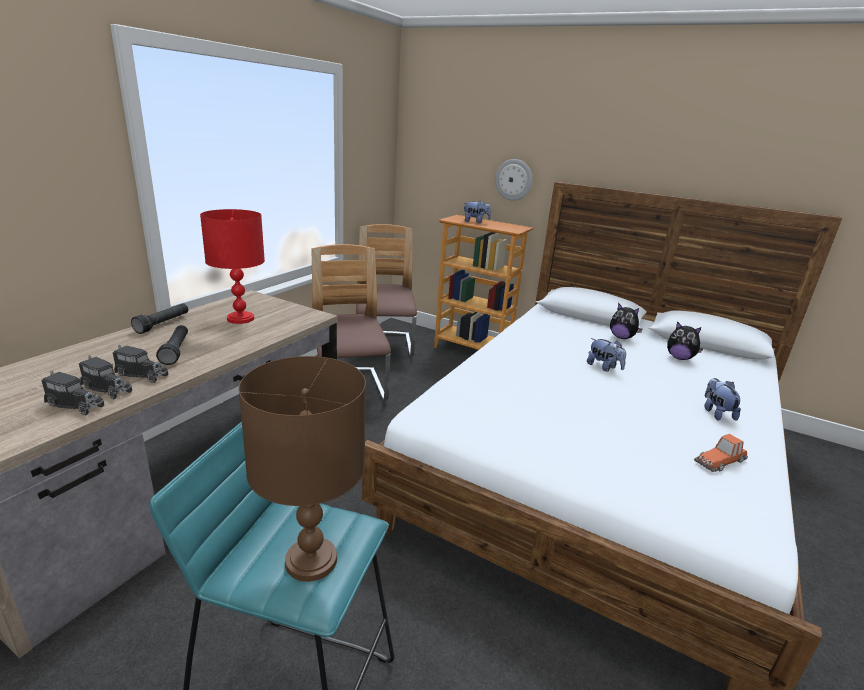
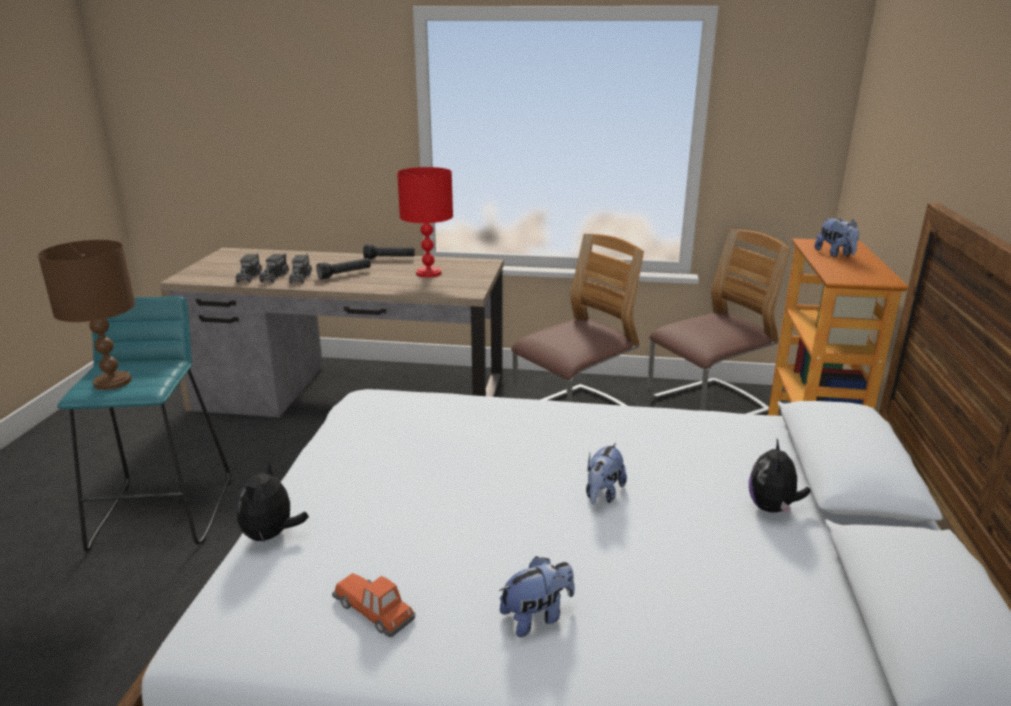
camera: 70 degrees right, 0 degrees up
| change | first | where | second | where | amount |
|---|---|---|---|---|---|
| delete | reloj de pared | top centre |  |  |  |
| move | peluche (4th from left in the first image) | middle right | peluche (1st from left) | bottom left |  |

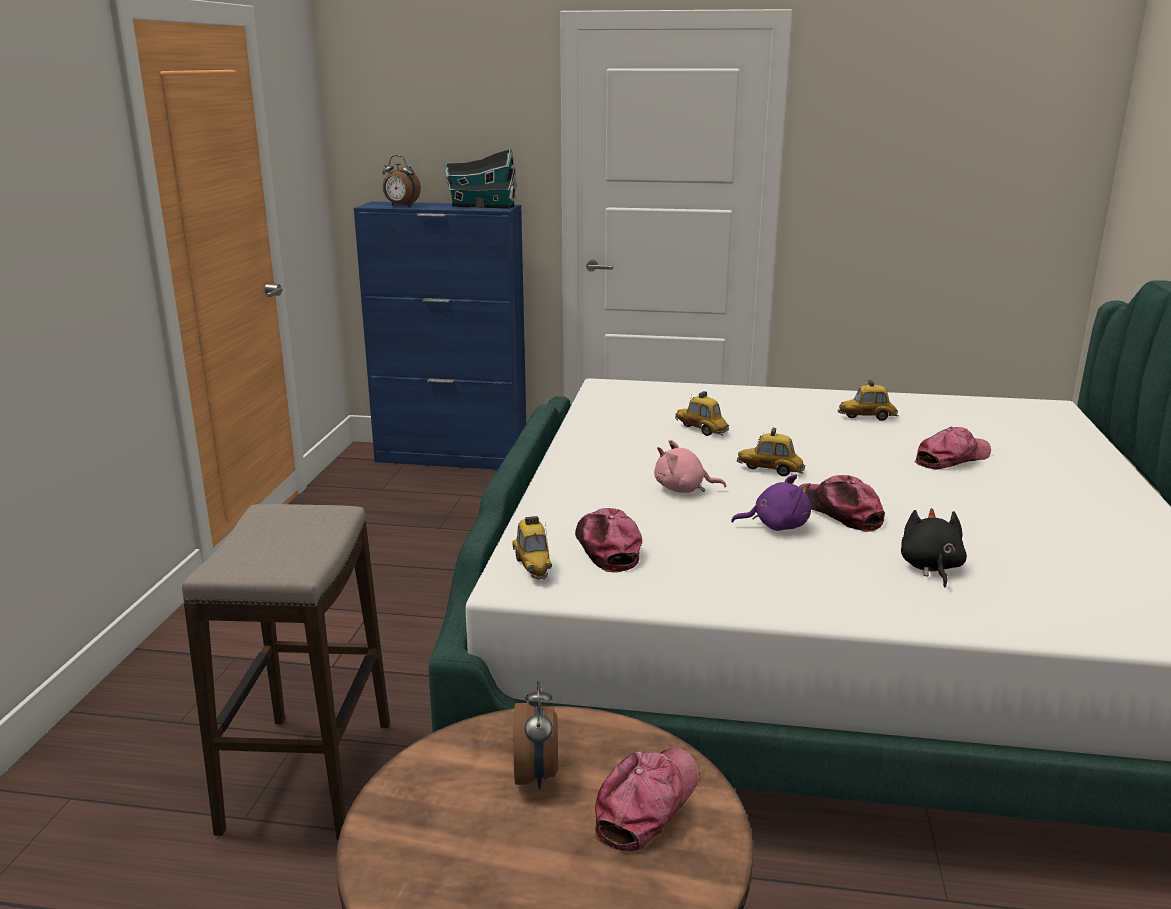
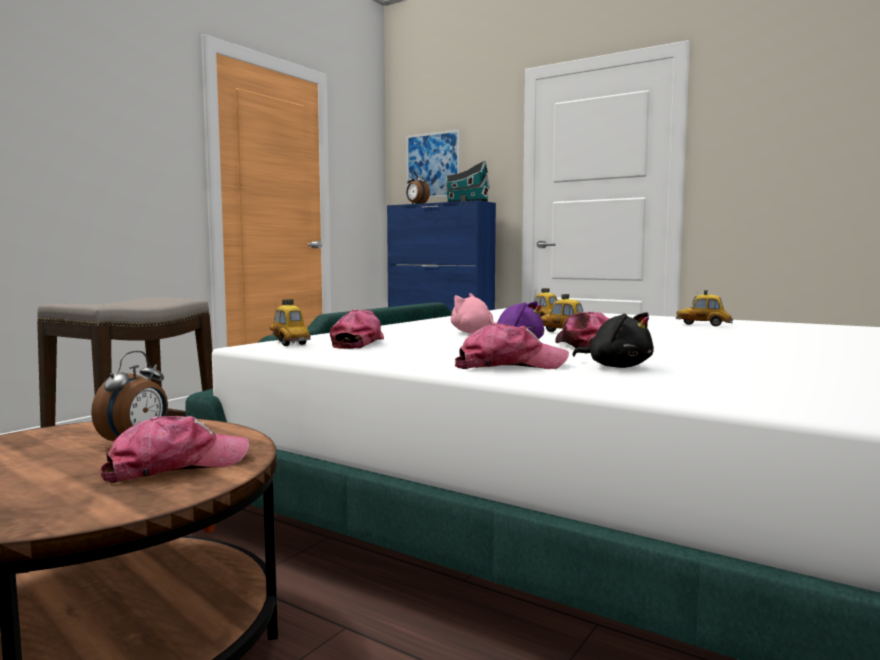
camera: 25 degrees right, 15 degrees down
| change | first | where | second | where | amount |
|---|---|---|---|---|---|
| move | gorra (4th from left in the first image) | middle right | gorra (3rd from left) | centre |  |
| rotate | peluche/negro | middle right |  | middle right | 105 degrees clockwise |
| rotate | coche de juguete (1st from left) | centre |  | middle left | 135 degrees clockwise |
| insert |  |  | cuadro | top centre |  |

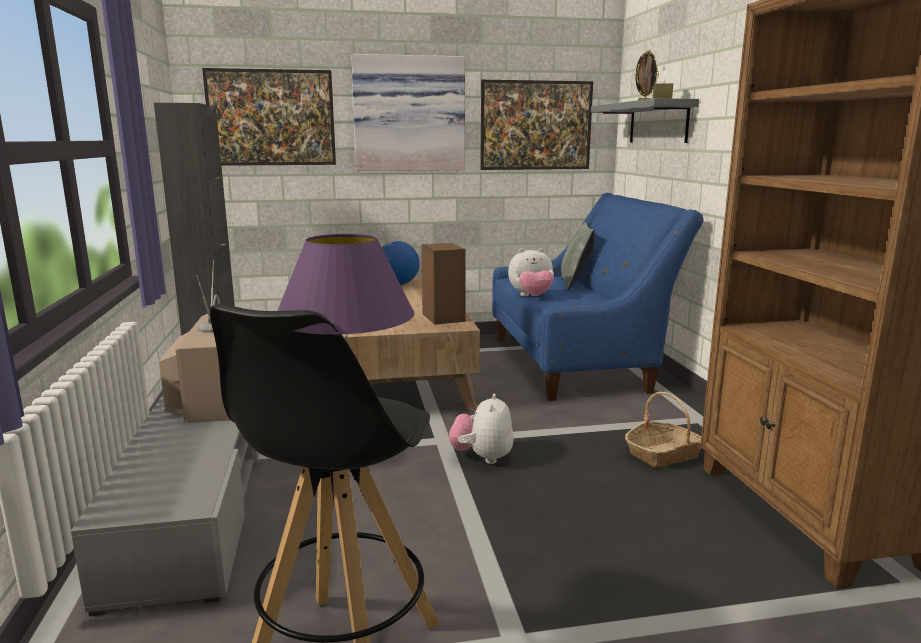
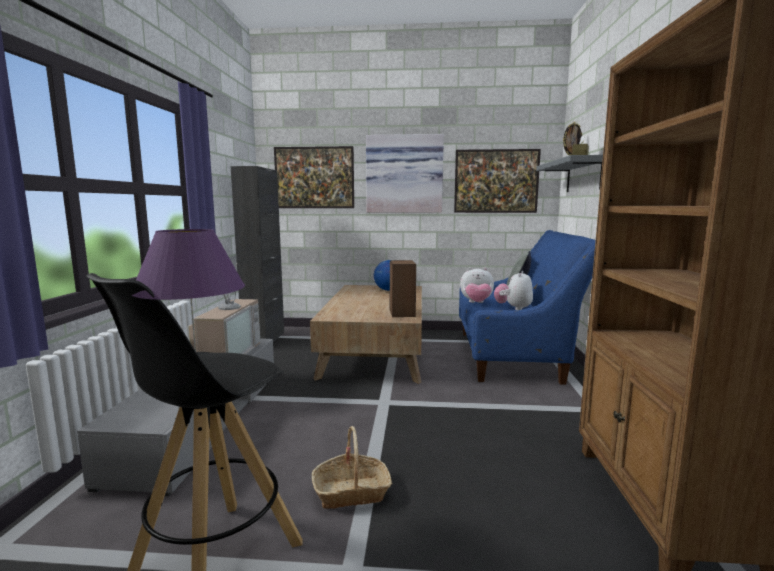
camera: 15 degrees right, 5 degrees down
| change | first | where | second | where | amount |
|---|---|---|---|---|---|
| move | cesta | bottom right |  | bottom centre |  |
| move | peluche (1st from left in the first image) | bottom centre | peluche (2nd from left) | centre |  |

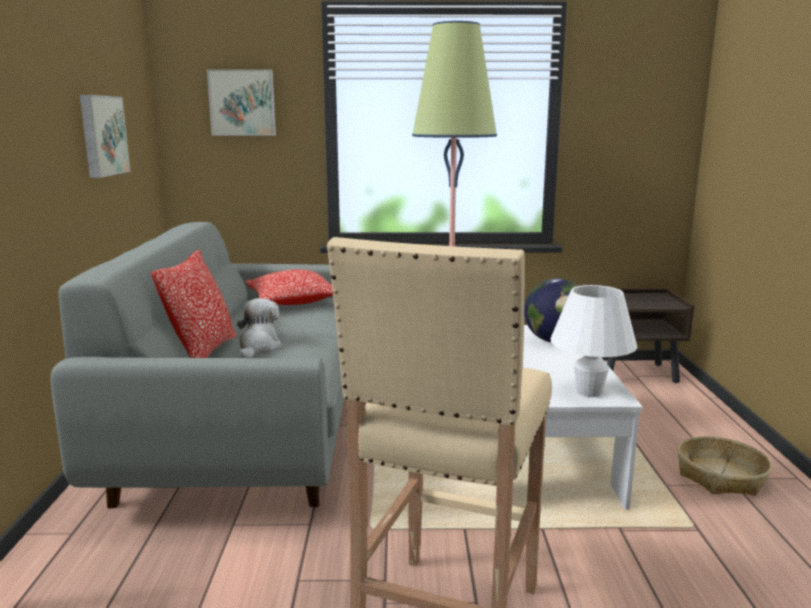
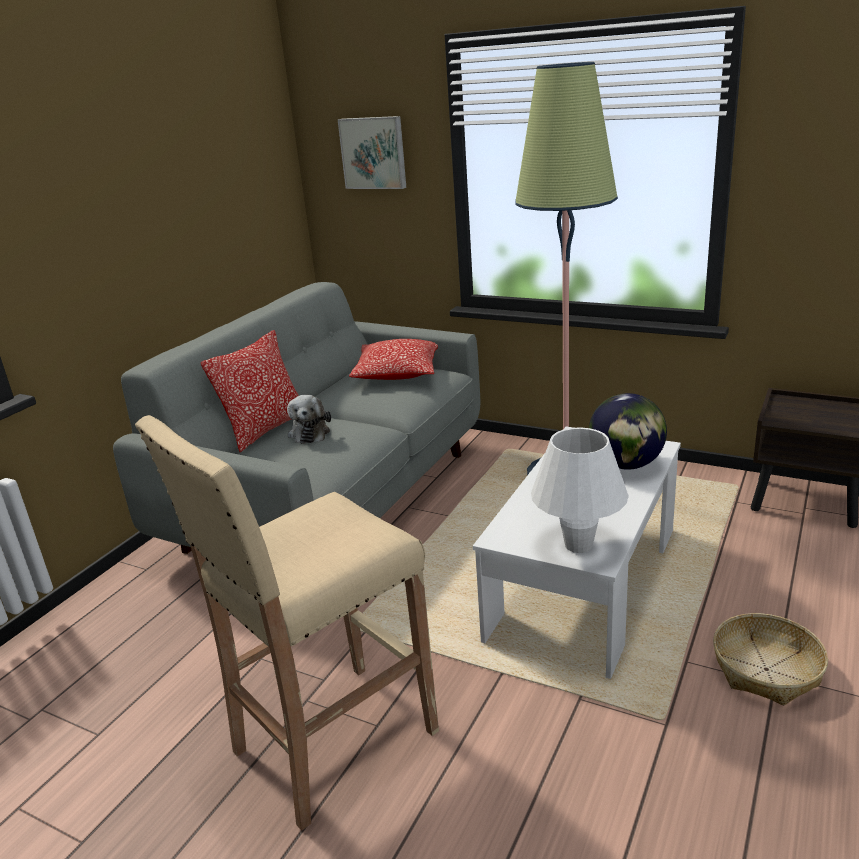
camera: 30 degrees right, 10 degrees up
| change | first | where | second | where | amount |
|---|---|---|---|---|---|
| delete | cuadro (1st from left) | top left |  |  |  |
| rotate | peluche | middle left |  | centre | 135 degrees clockwise |

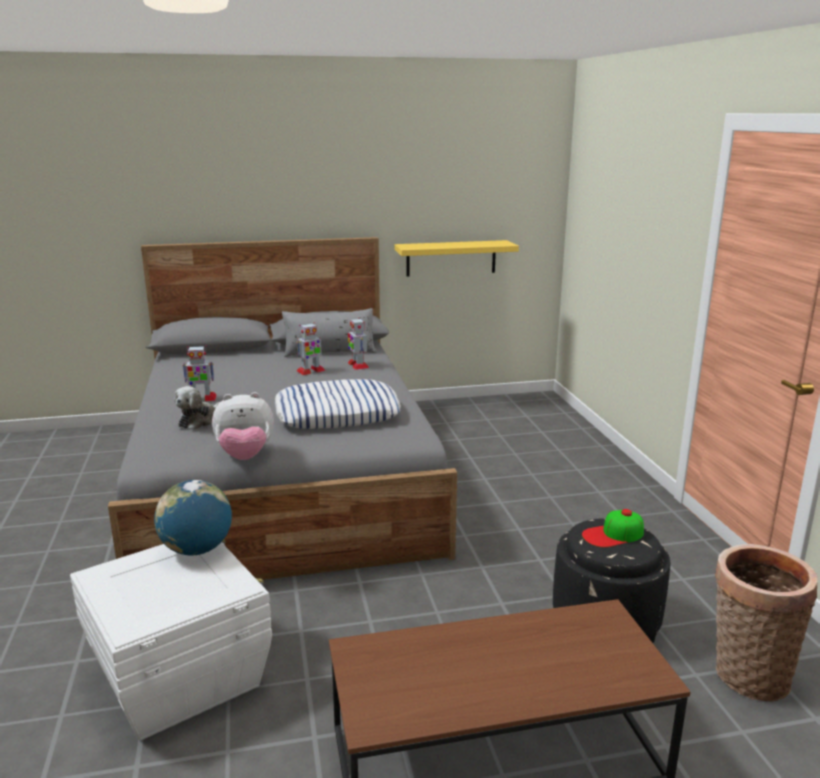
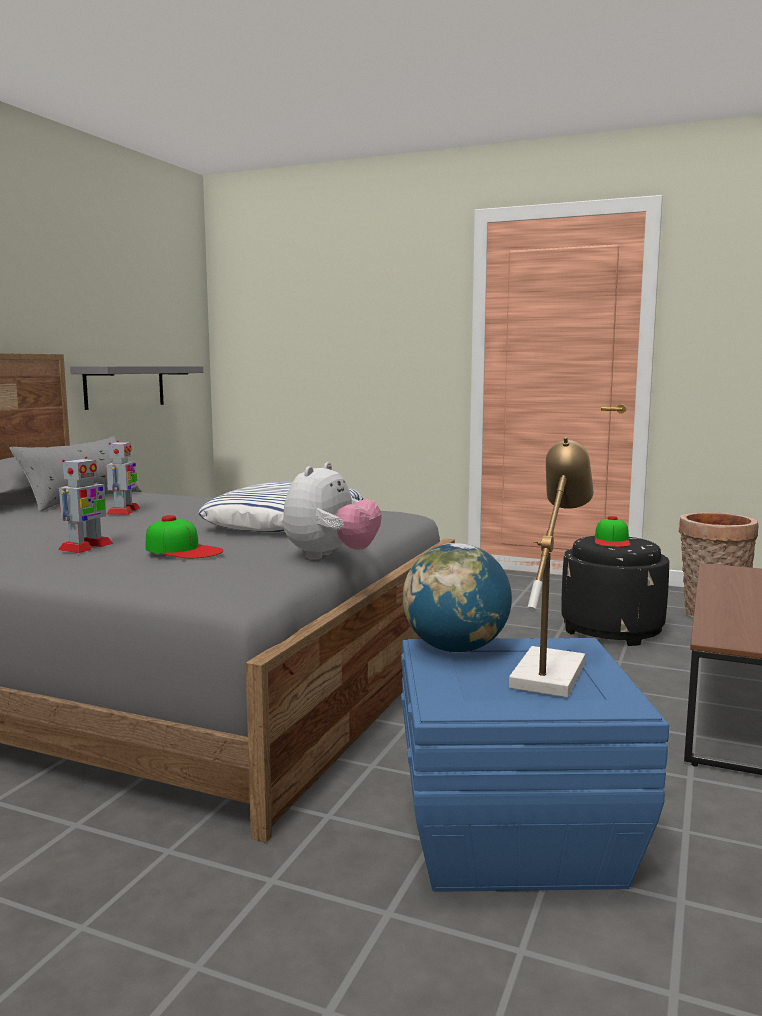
camera: 55 degrees left, 10 degrees down
| change | first | where | second | where | amount |
|---|---|---|---|---|---|
| recolor | estante/amarillo | top centre | estante/gris | middle left |  |
| delete | robot de juguete (3rd from left) | centre |  |  |  |
| replace | peluche (1st from left) | middle left | gorra (1st from left) | middle left |  |
| recolor | caja de almacenaje/blanco | bottom left | caja de almacenaje/azul | bottom right |  |
| insert |  |  | lámpara de mesa | middle right |  |

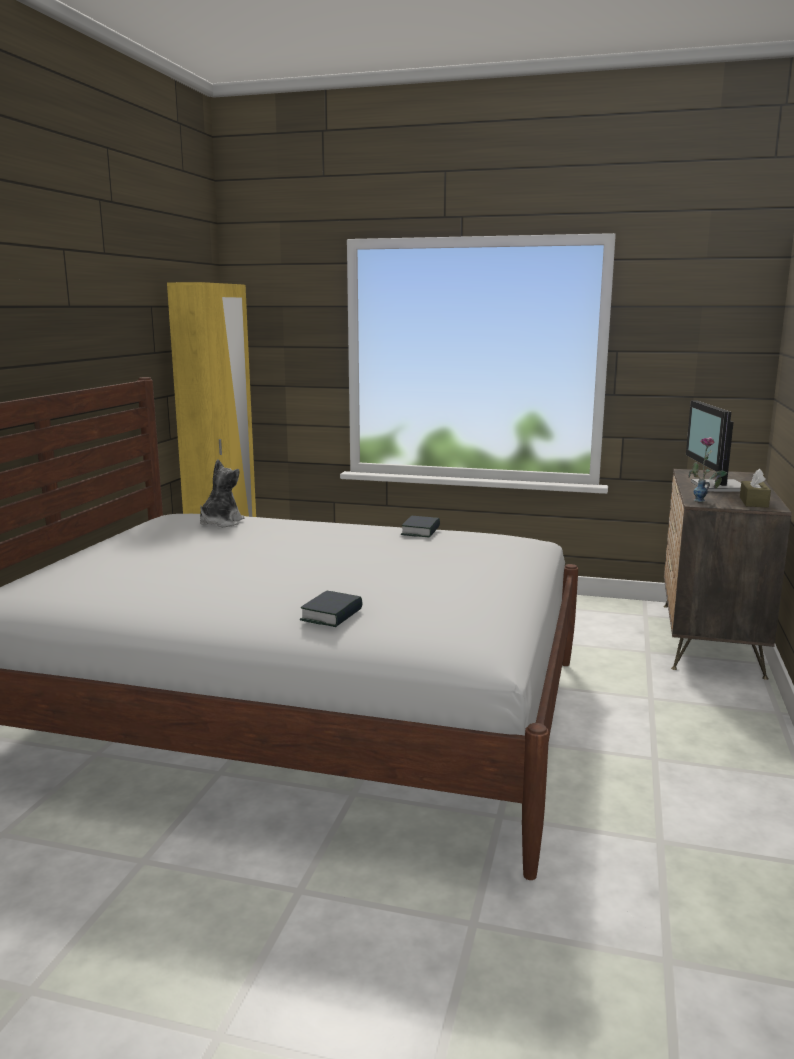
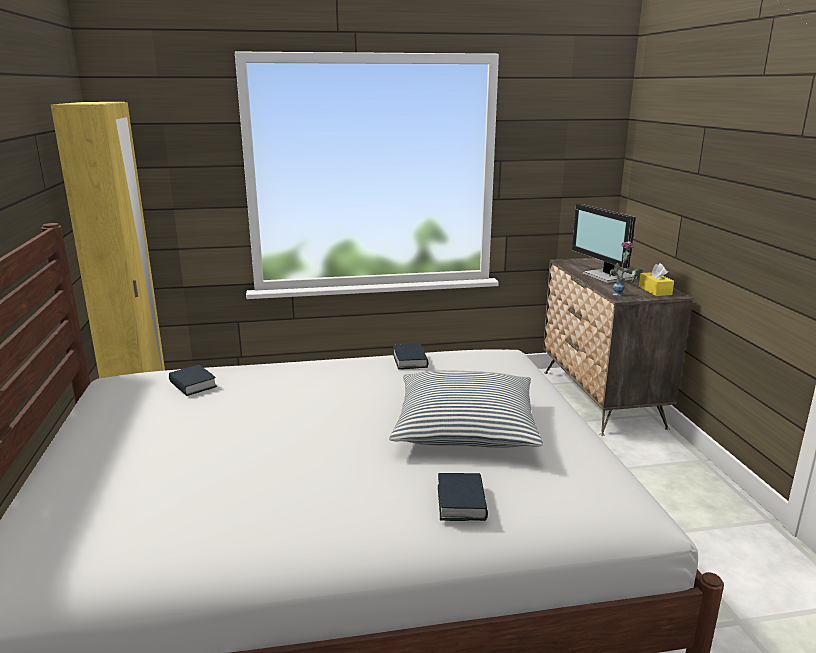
camera: 25 degrees left, 5 degrees up
| change | first | where | second | where | amount |
|---|---|---|---|---|---|
| replace | peluche | middle left | libro (1st from left) | middle left |  |
| recolor | caja de pañuelos/marrón | middle right | caja de pañuelos/amarillo | middle right |  |
| insert |  |  | cojín | centre |  |

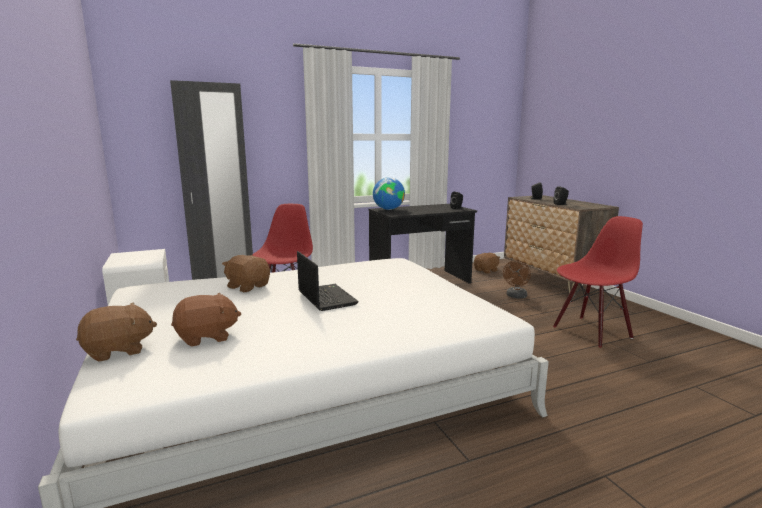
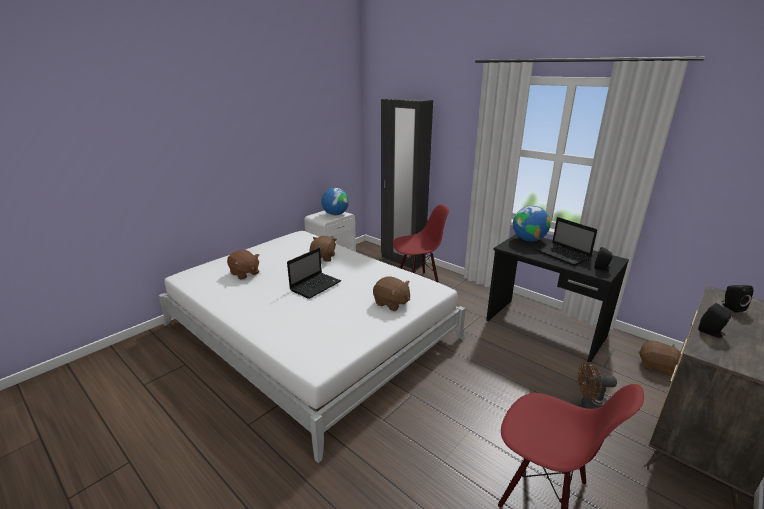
camera: 65 degrees right, 10 degrees up
| change | first | where | second | where | amount |
|---|---|---|---|---|---|
| move | peluche/marrón (1st from left in the first image) | middle left | peluche/marrón (3rd from left) | centre |  |
| insert |  |  | globo terráqueo (1st from left) | centre |  |
| insert |  |  | portátil (2nd from left) | middle right |  |

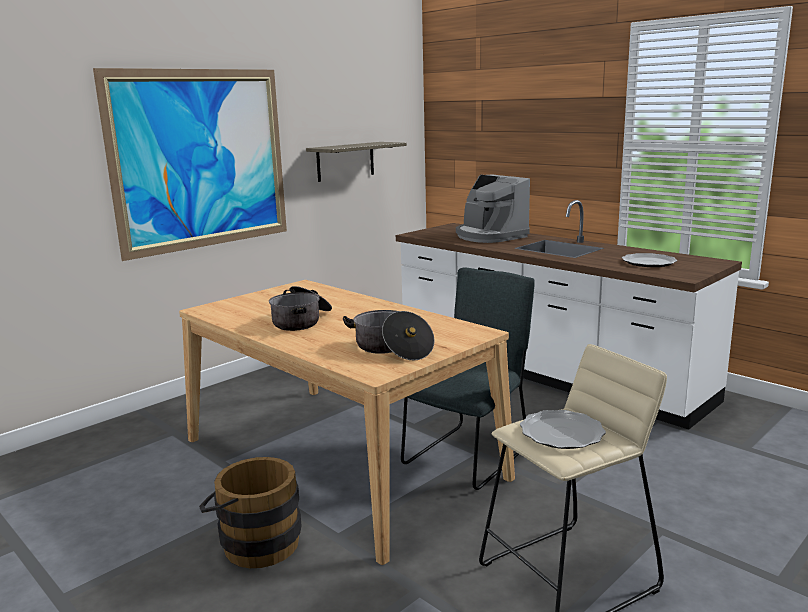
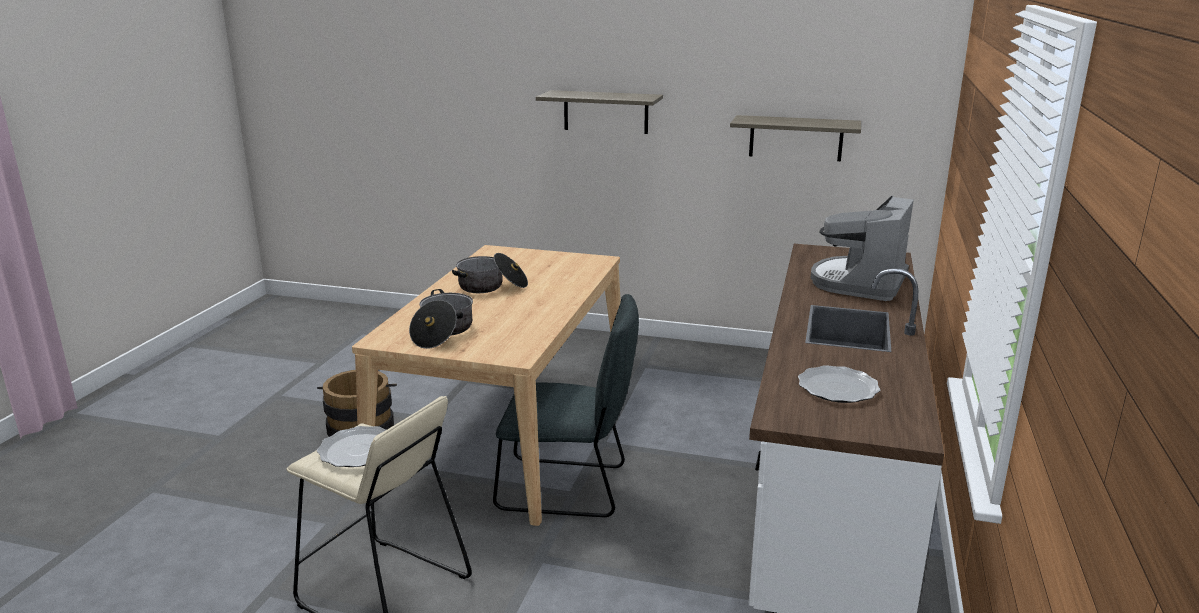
camera: 60 degrees right, 5 degrees up
| change | first | where | second | where | amount |
|---|---|---|---|---|---|
| replace | cuadro | top left | estante (1st from left) | top centre |  |

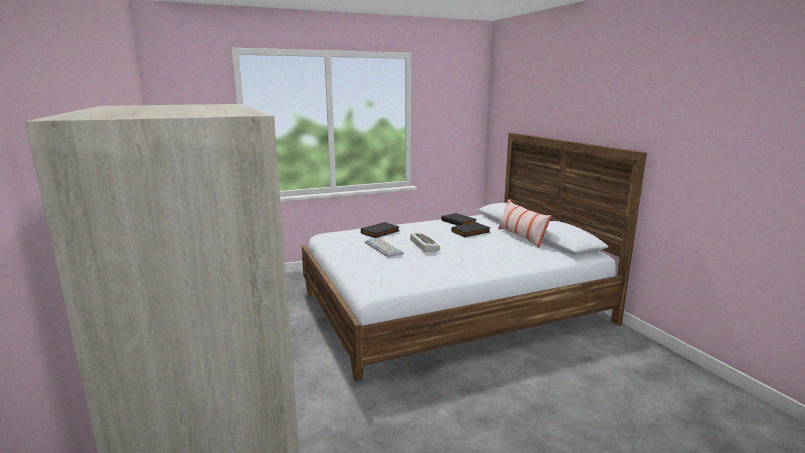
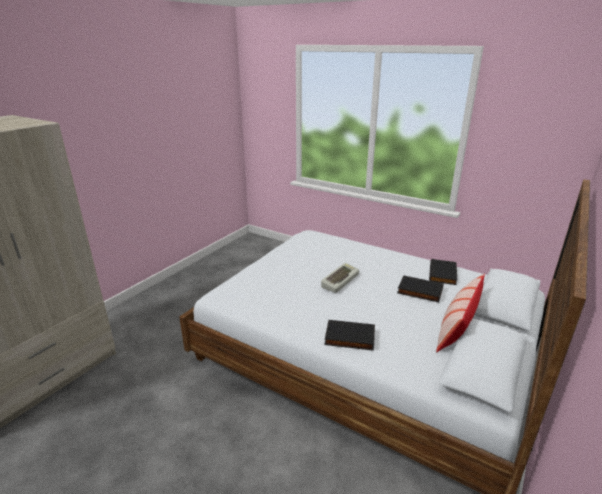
camera: 55 degrees right, 10 degrees up
| change | first | where | second | where | amount |
|---|---|---|---|---|---|
| move | libro/negro (1st from left) | centre |  | bottom centre |  |
| delete | teclado (1st from left) | centre |  |  |  |

